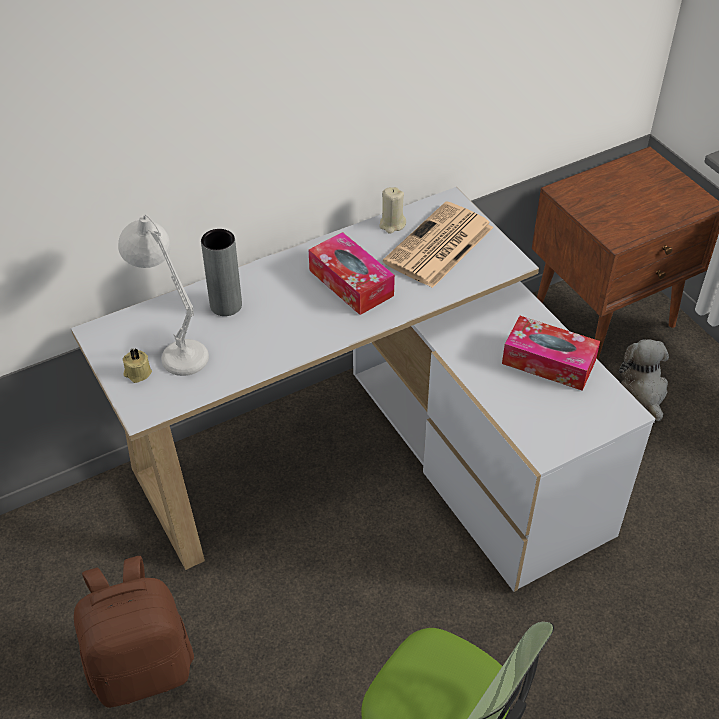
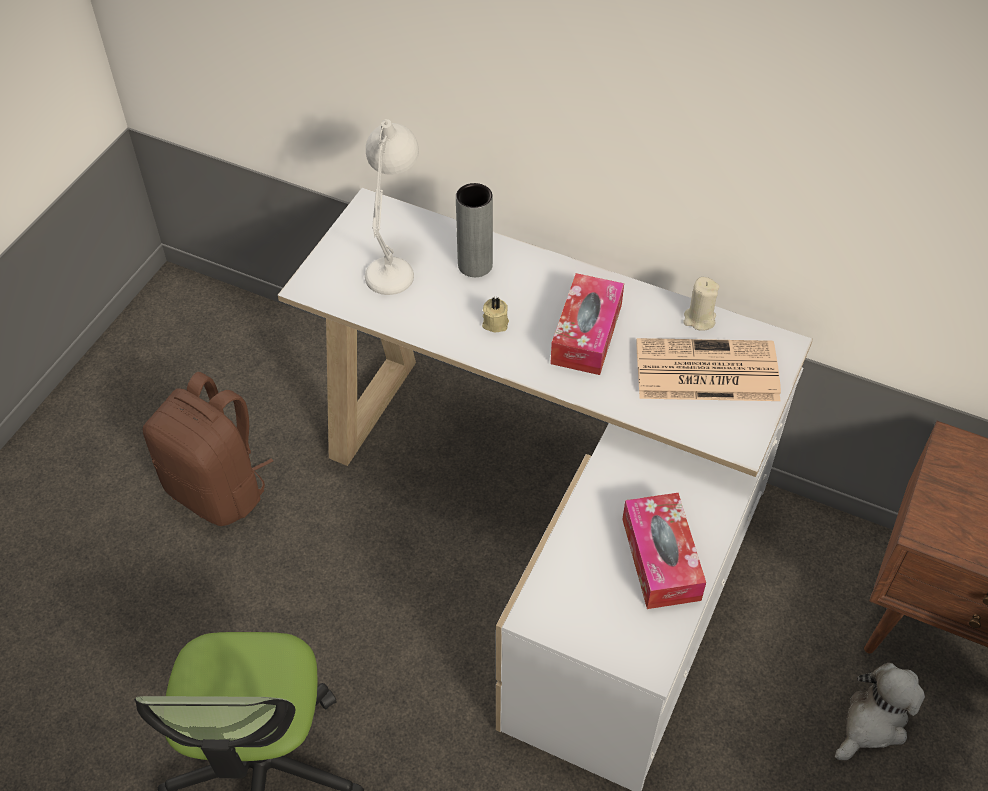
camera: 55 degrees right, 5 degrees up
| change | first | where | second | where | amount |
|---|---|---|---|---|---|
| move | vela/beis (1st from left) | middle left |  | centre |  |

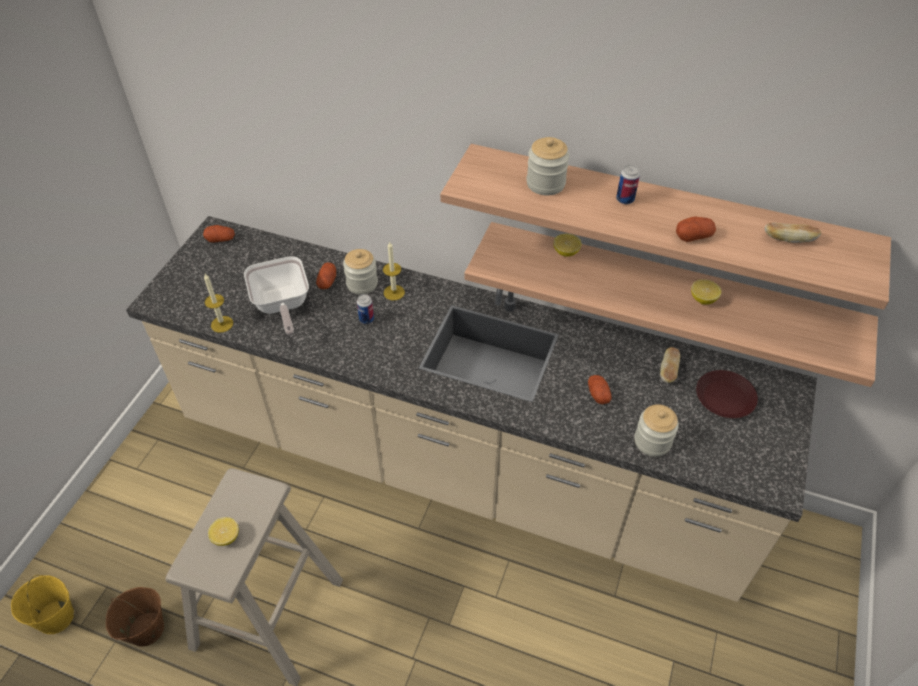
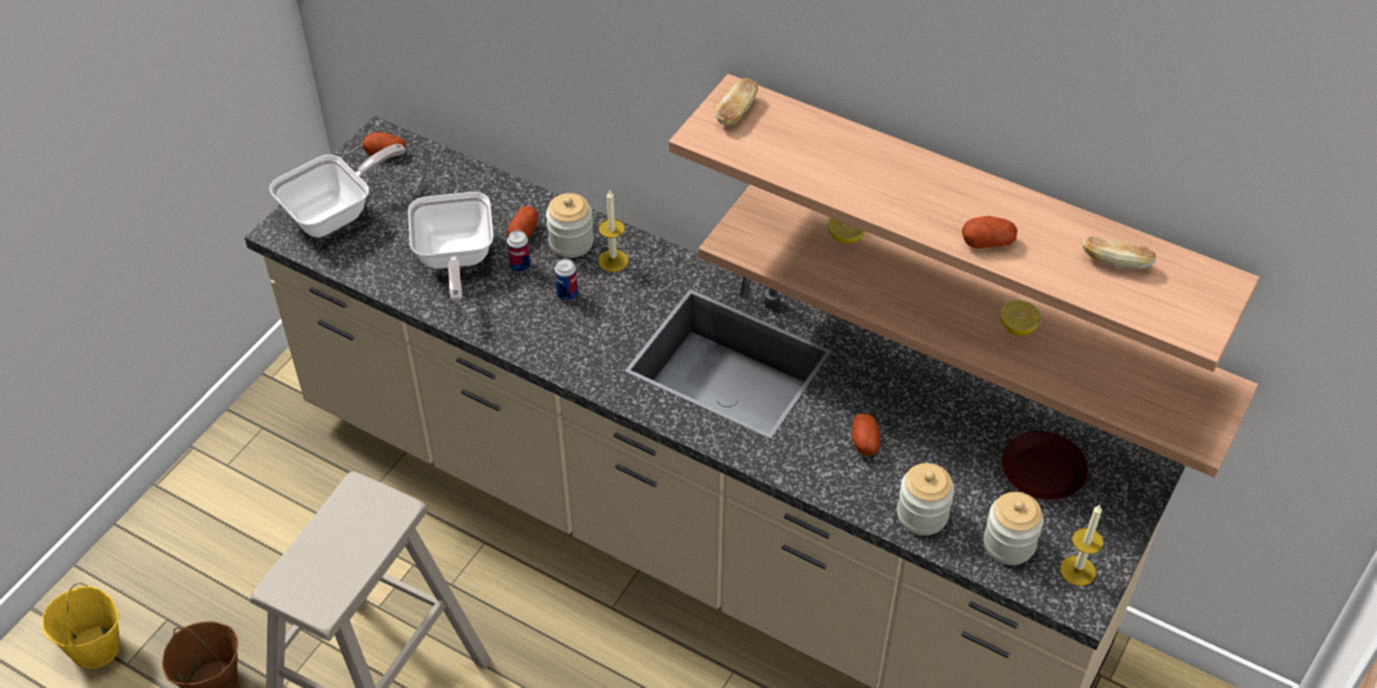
camera: 10 degrees right, 0 degrees up
| change | first | where | second | where | amount |
|---|---|---|---|---|---|
| move | tarro (2nd from left in the first image) | top centre | tarro (3rd from left) | bottom right |  |
| move | lata (2nd from left in the first image) | top right | lata (1st from left) | centre |  |
| move | vela (1st from left in the first image) | middle left | vela (2nd from left) | bottom right |  |
| move | pan (1st from left) | middle right |  | top centre |  |
| delete | limón (1st from left) | bottom left |  |  |  |
| insert |  |  | sartén (1st from left) | top left |  |

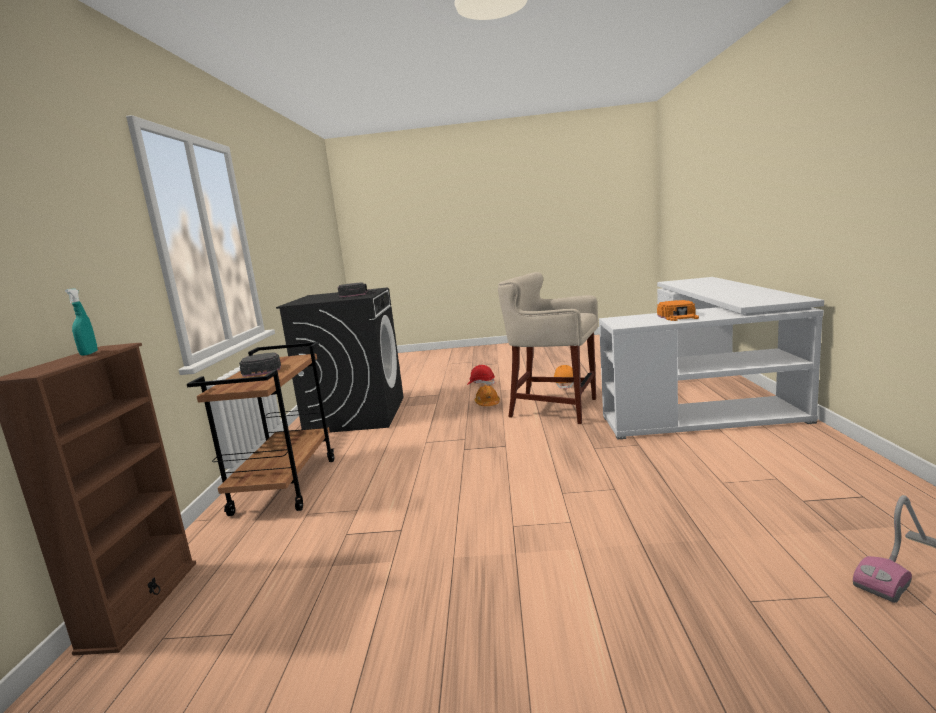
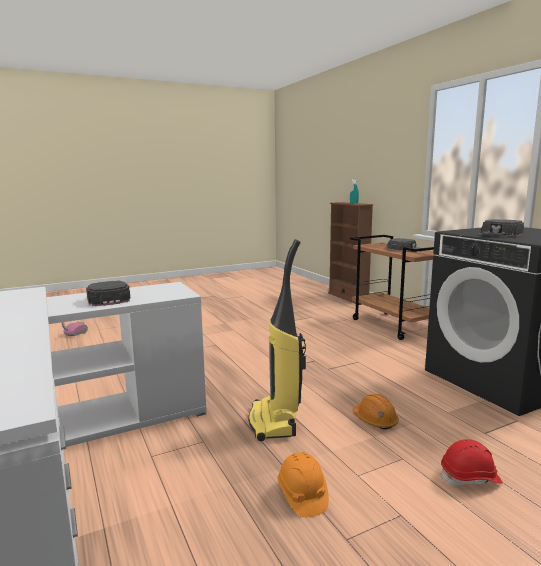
camera: 150 degrees right, 0 degrees up
| change | first | where | second | where | amount |
|---|---|---|---|---|---|
| replace | taburete/beis | centre | aspiradora (2nd from left) | centre |  |
| recolor | gorra/naranja | middle right | gorra/negro (1st from left) | middle left |  |

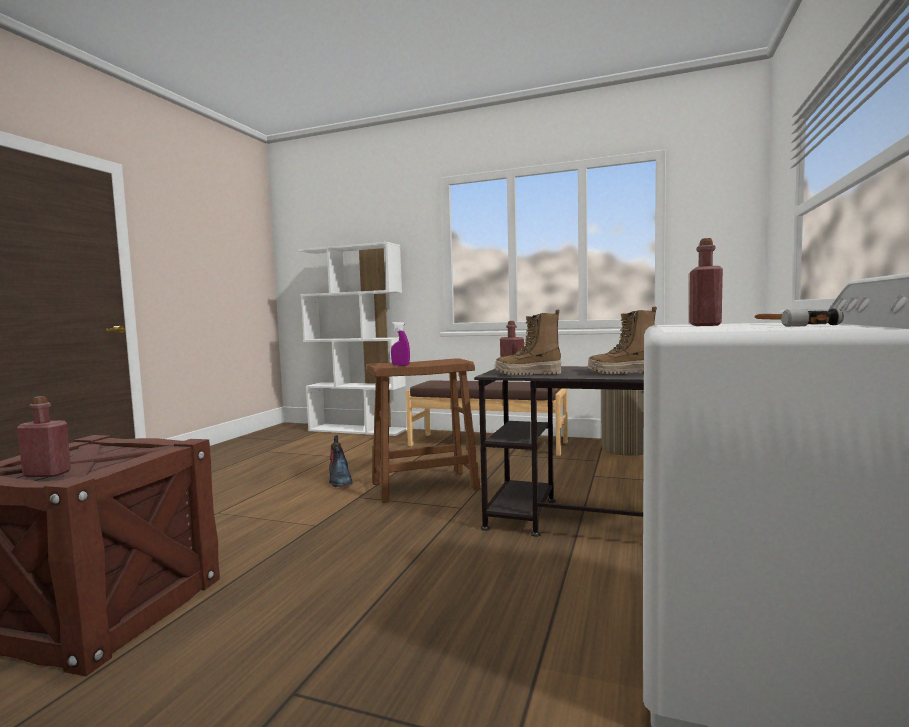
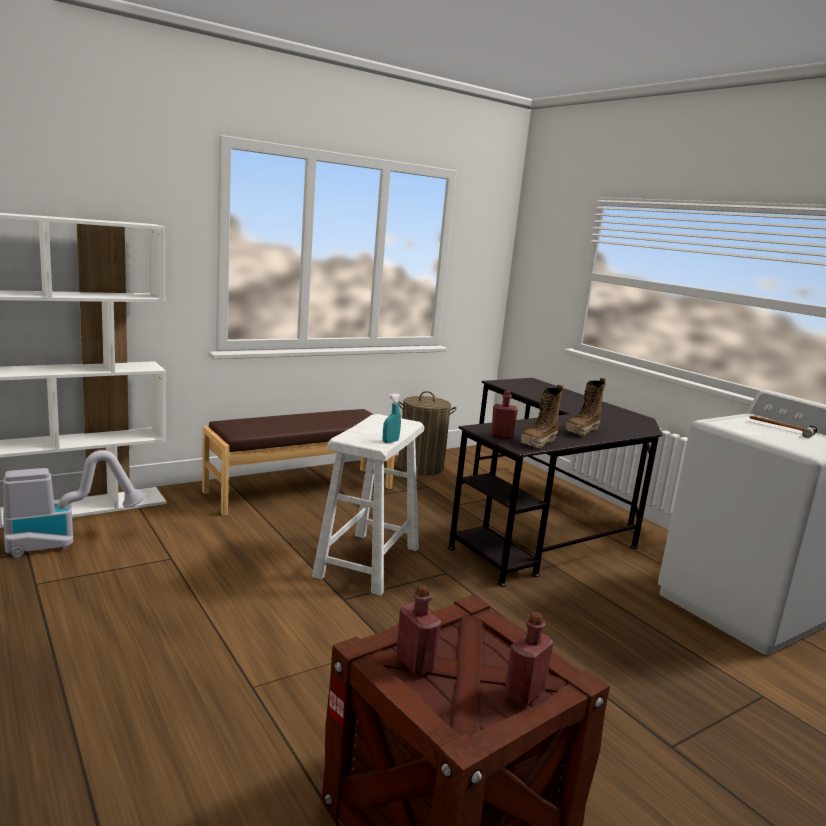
camera: 55 degrees left, 10 degrees up
| change | first | where | second | where | amount |
|---|---|---|---|---|---|
| move | botella/rojo (3rd from left in the first image) | middle right | botella/rojo (1st from left) | bottom centre |  |
| recolor | pulverizador/morado | centre | pulverizador/turquesa | centre |  |
| recolor | taburete/marrón | centre | taburete/blanco | centre |  |
| delete | bota (1st from left) | centre |  |  |  |
| insert |  |  | aspiradora | middle left |  |

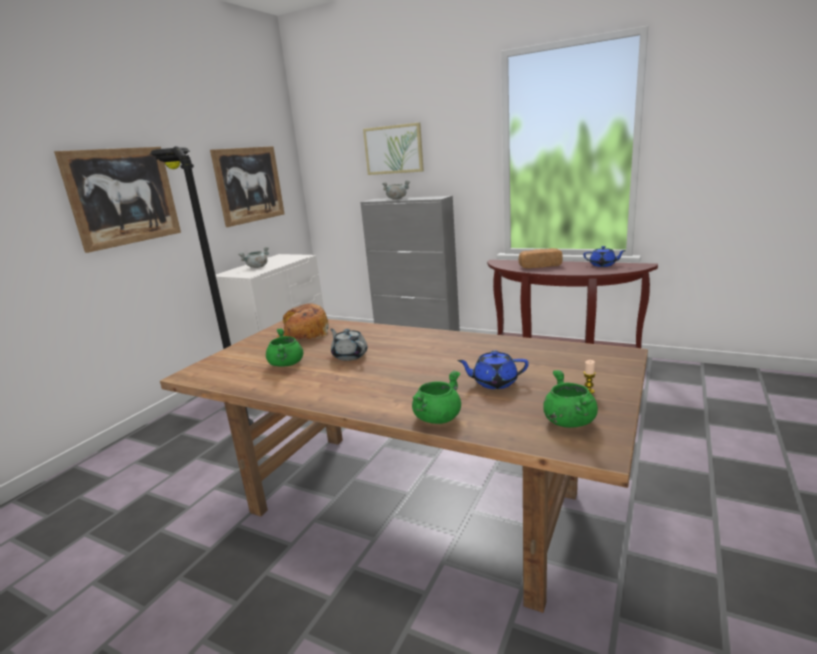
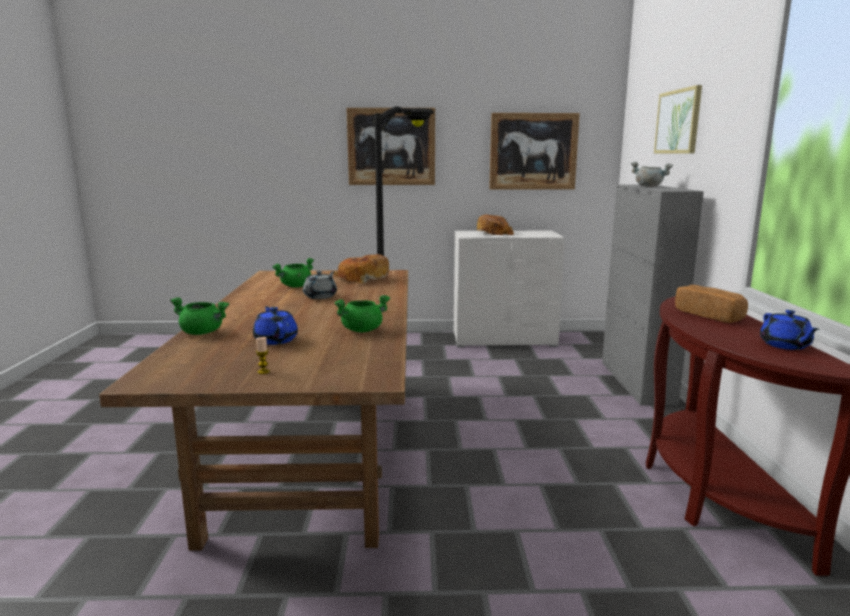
camera: 60 degrees right, 5 degrees down
| change | first | where | second | where | amount |
|---|---|---|---|---|---|
| replace | olla/gris (1st from left) | middle left | pan (2nd from left) | centre |  |
| move | olla/verde (3rd from left) | middle right |  | centre |  |

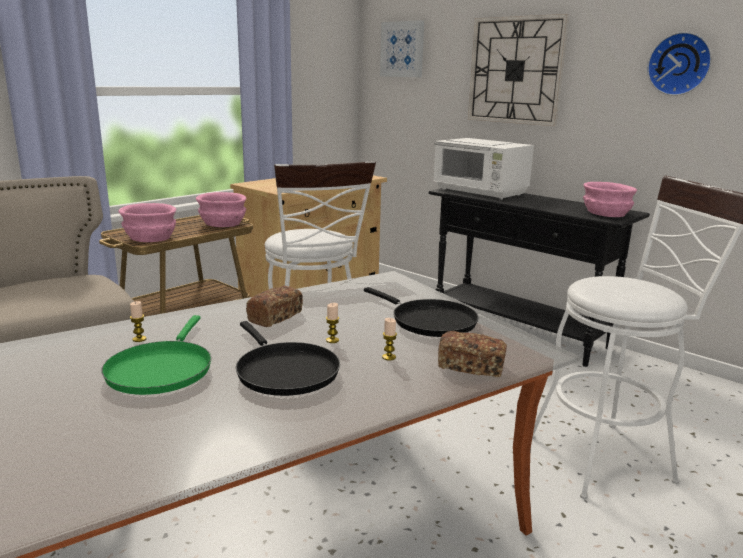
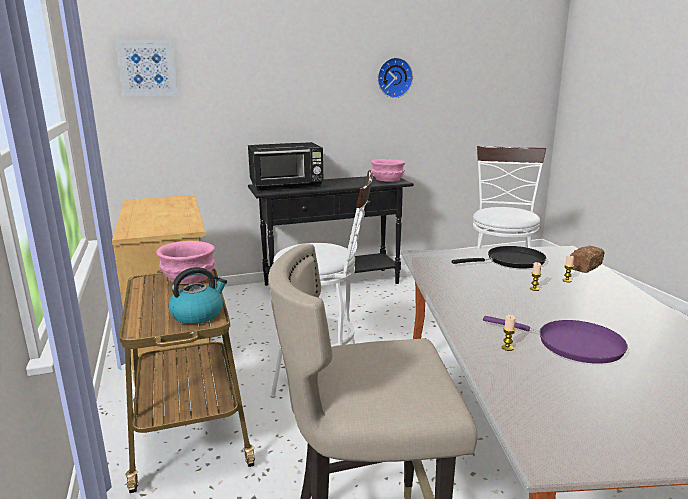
camera: 60 degrees left, 0 degrees up
| change | first | where | second | where | amount |
|---|---|---|---|---|---|
| delete | reloj de pared (1st from left) | top right |  |  |  |
| recolor | microondas/blanco | top centre | microondas/negro | centre |  |
| replace | cuenco/rosa (1st from left) | middle left | hervidor | middle left |  |
| delete | pan (1st from left) | centre |  |  |  |
| recolor | sartén/verde | middle left | sartén/morado | bottom right |  |
| delete | sartén/negro (1st from left) | centre |  |  |  |

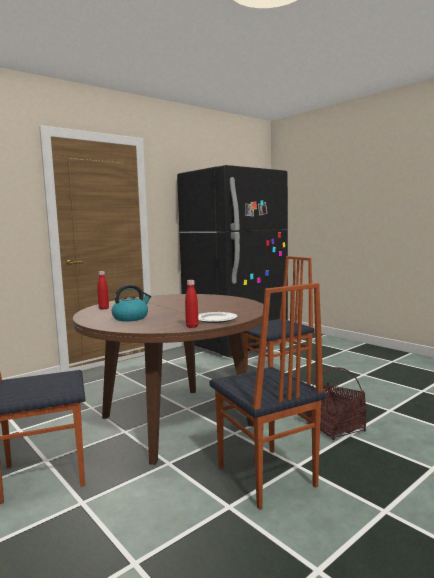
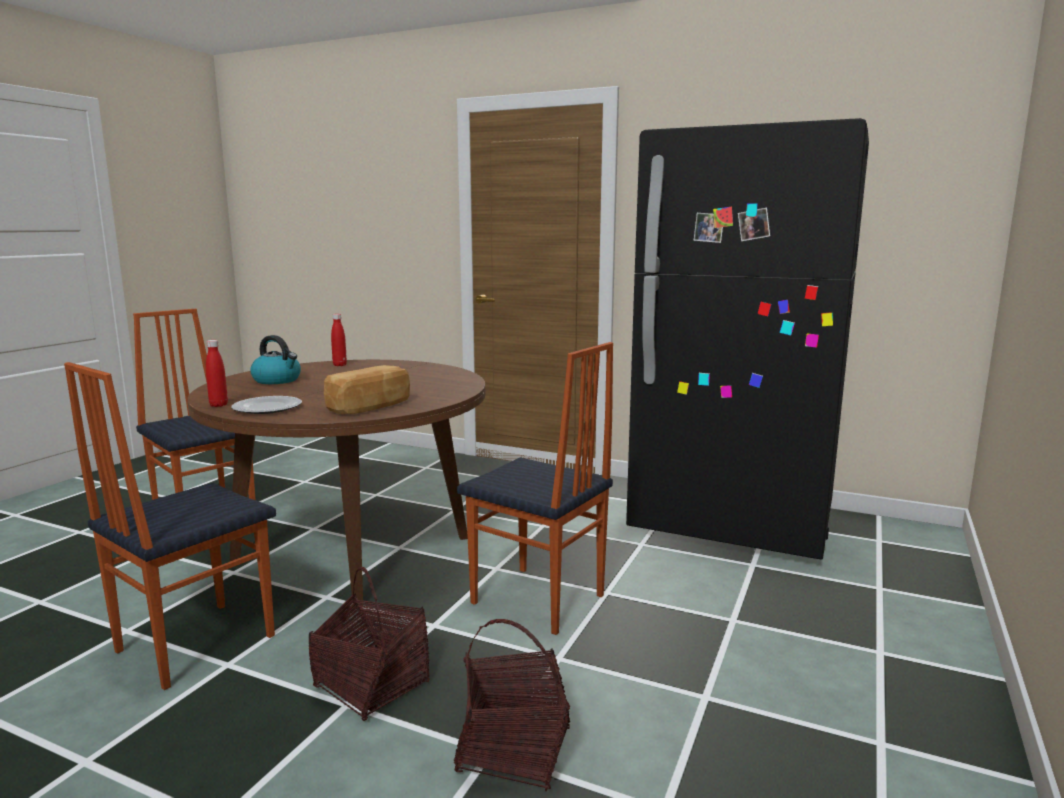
camera: 65 degrees right, 5 degrees up
| change | first | where | second | where | amount |
|---|---|---|---|---|---|
| insert |  |  | pan | centre |  |
| insert |  |  | cesta (2nd from left) | bottom centre |  |

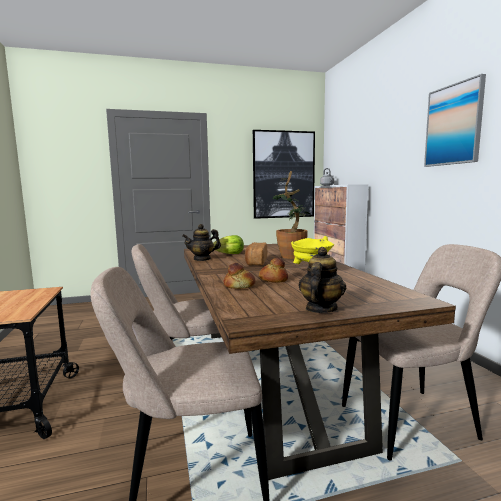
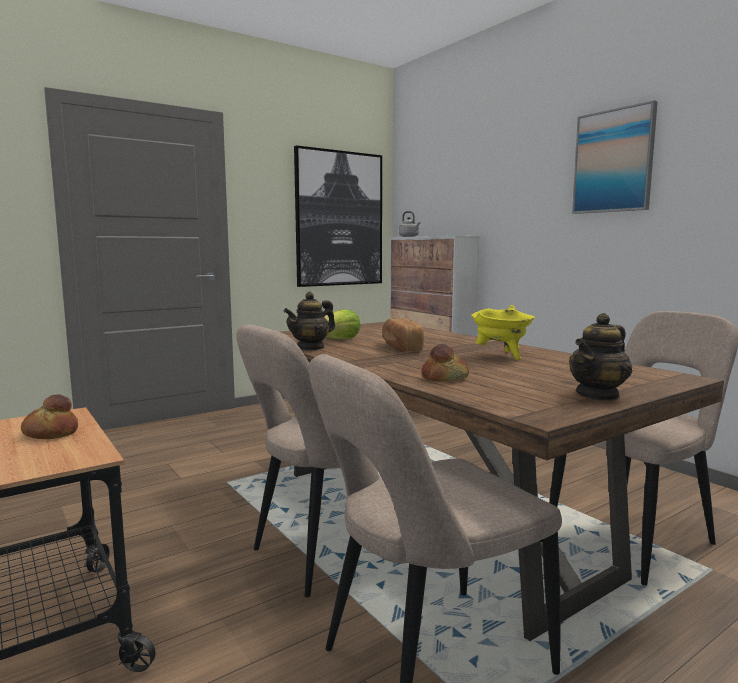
camera: 20 degrees left, 0 degrees up
| change | first | where | second | where | amount |
|---|---|---|---|---|---|
| delete | planta en maceta | centre |  |  |  |
| rotate | tetera (2nd from left) | centre |  | middle right | 135 degrees counterclockwise |
| move | pan (3rd from left in the first image) | centre | pan (1st from left) | middle left |  |

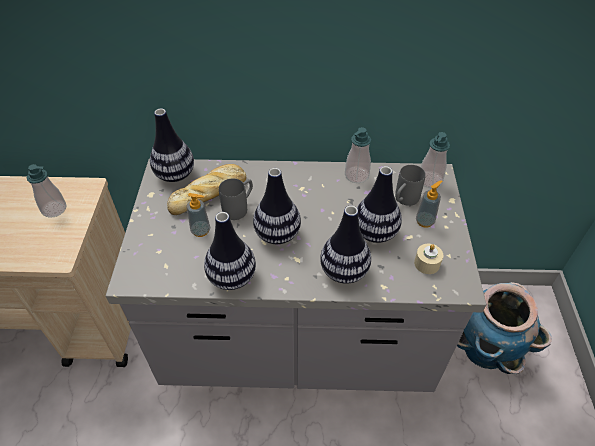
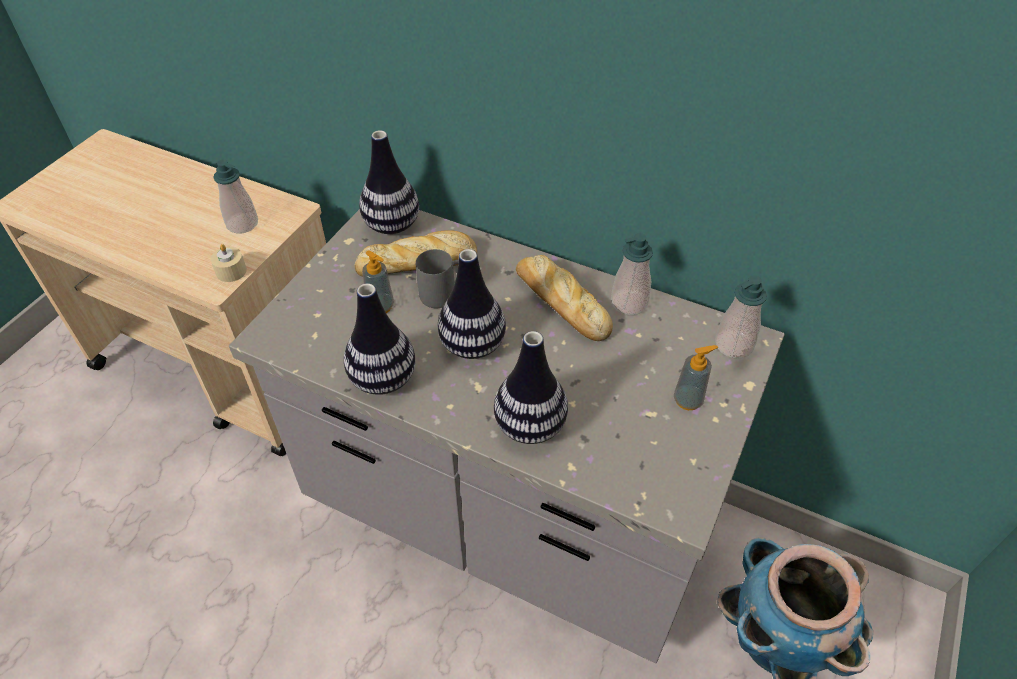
camera: 25 degrees right, 0 degrees up
| change | first | where | second | where | amount |
|---|---|---|---|---|---|
| delete | taza grande/gris (2nd from left) | middle right |  |  |  |
| delete | florero (5th from left) | centre |  |  |  |
| move | vela/beis | middle right |  | middle left |  |
| insert |  |  | pan (2nd from left) | centre |  |

